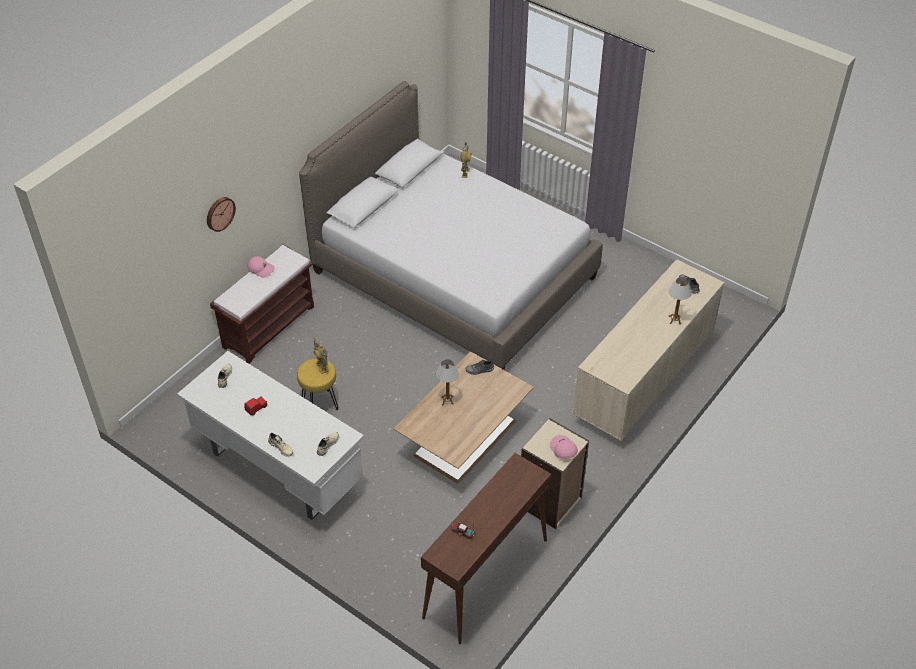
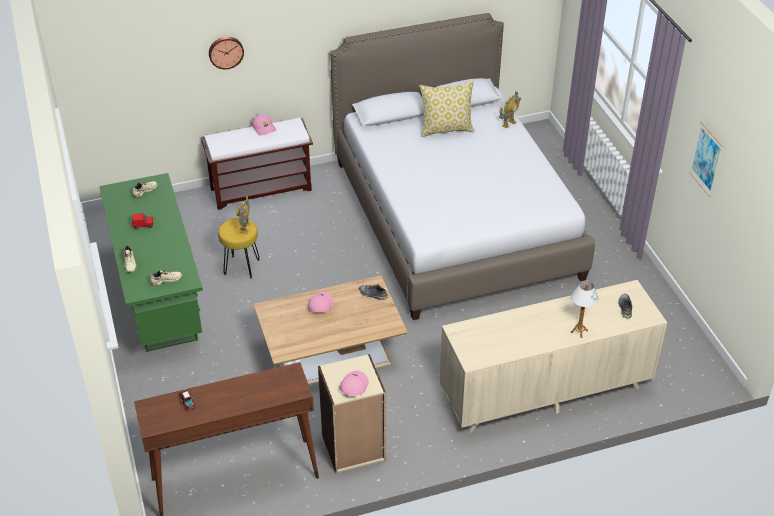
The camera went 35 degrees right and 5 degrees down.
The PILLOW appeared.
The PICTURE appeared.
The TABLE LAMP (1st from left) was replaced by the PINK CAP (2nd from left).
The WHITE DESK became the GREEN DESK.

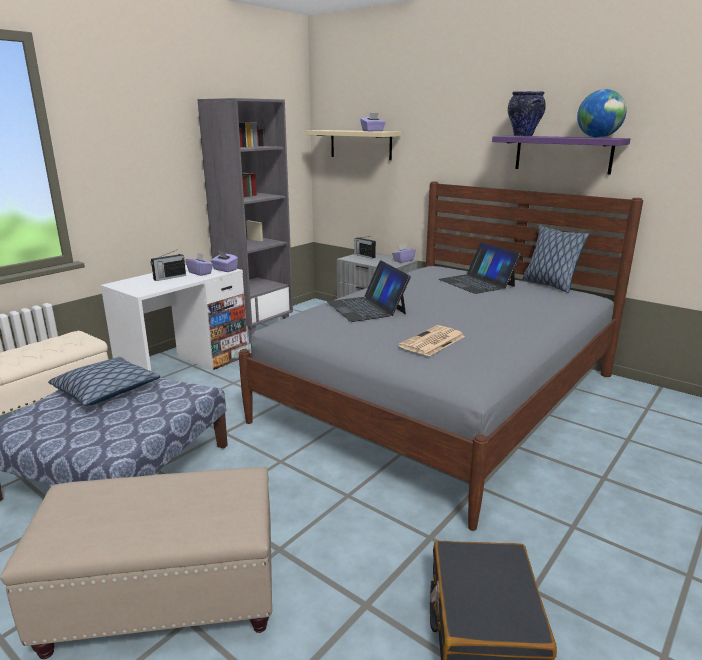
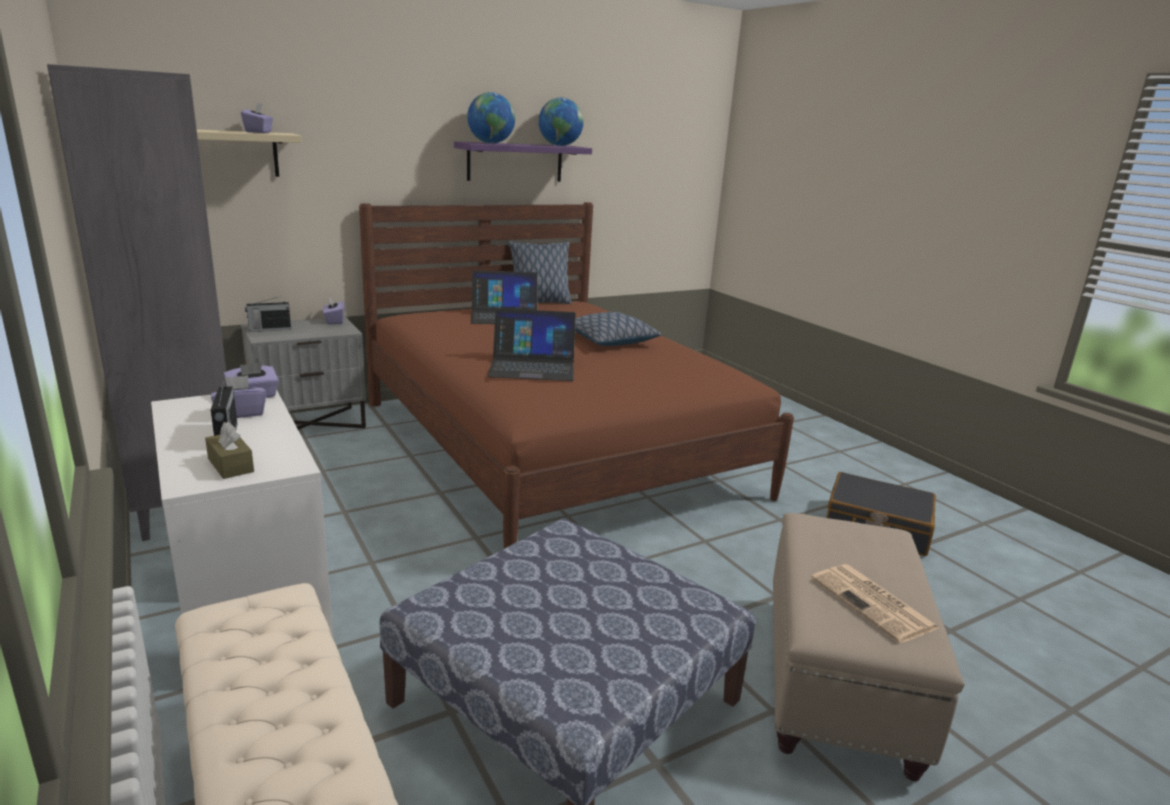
The camera went 70 degrees left and 0 degrees up.
The BROWN TISSUE BOX appeared.
The PILLOW (1st from left in the first image) moved.
The NEWSPAPER moved.
The VASE was replaced by the GLOBE (1st from left).
The GREY BED became the BROWN BED.

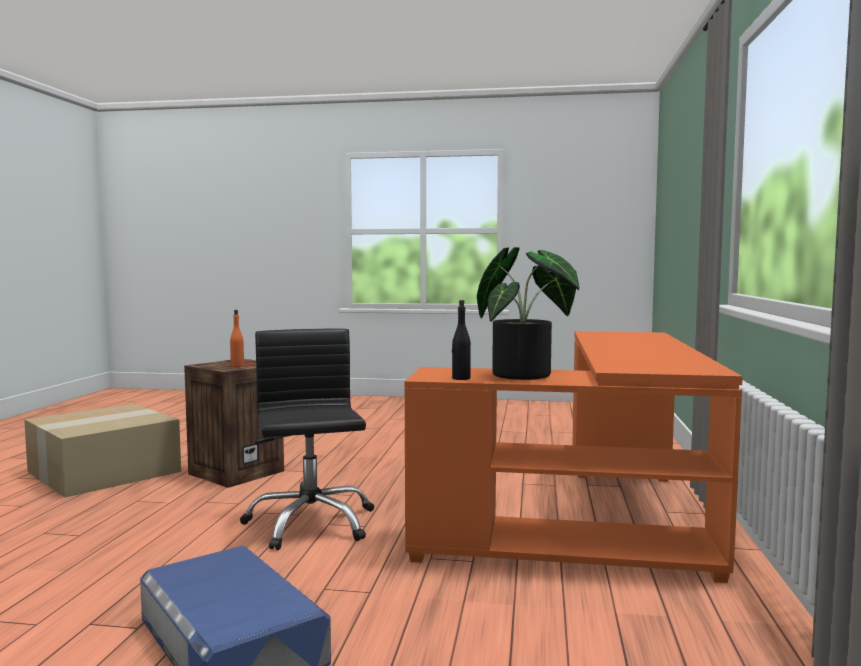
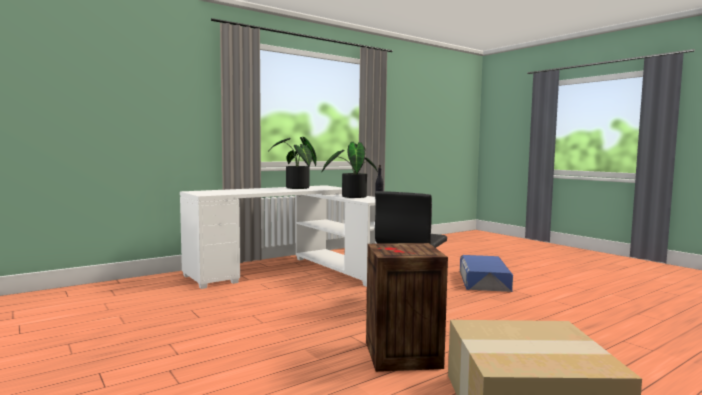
The camera went 135 degrees left and 0 degrees up.
The ORANGE BOTTLE disappeared.
The POTTED PLANT (1st from left) appeared.
The ORANGE DESK became the WHITE DESK.

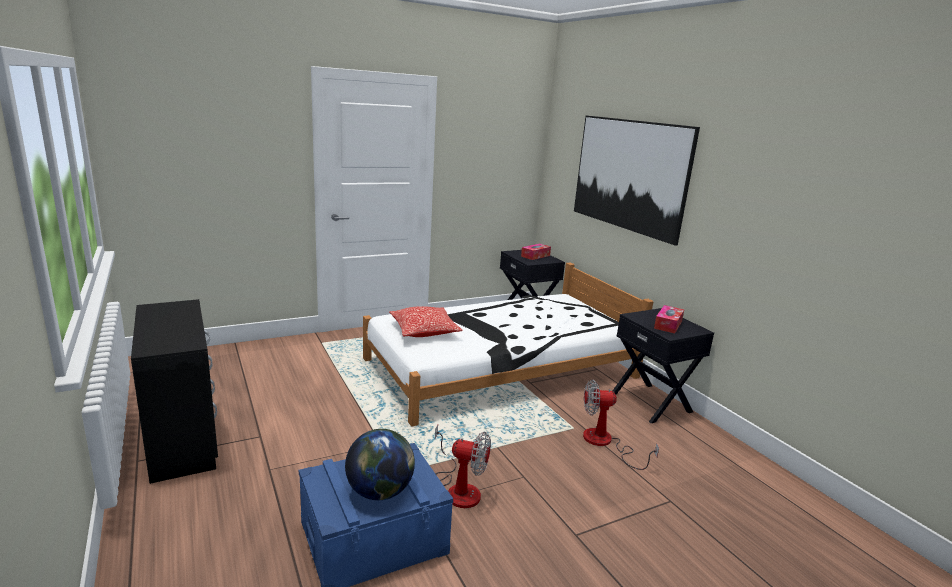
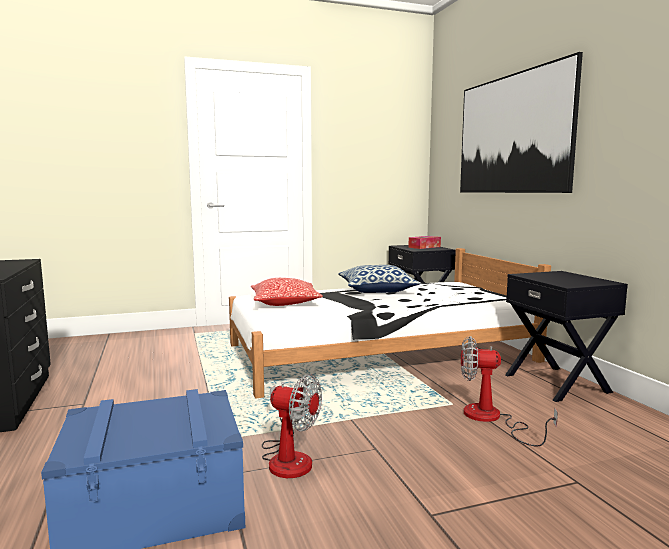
The camera went 10 degrees right and 10 degrees down.
The GLOBE disappeared.
The TISSUE BOX (2nd from left) disappeared.
The PILLOW (2nd from left) appeared.

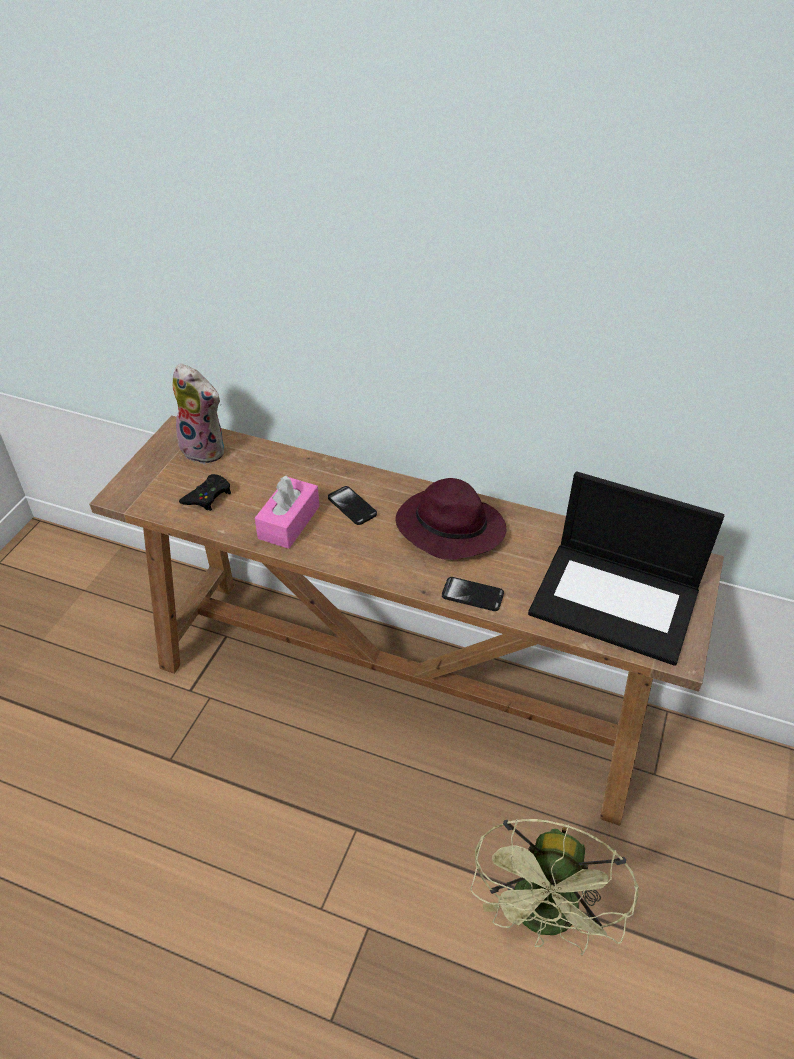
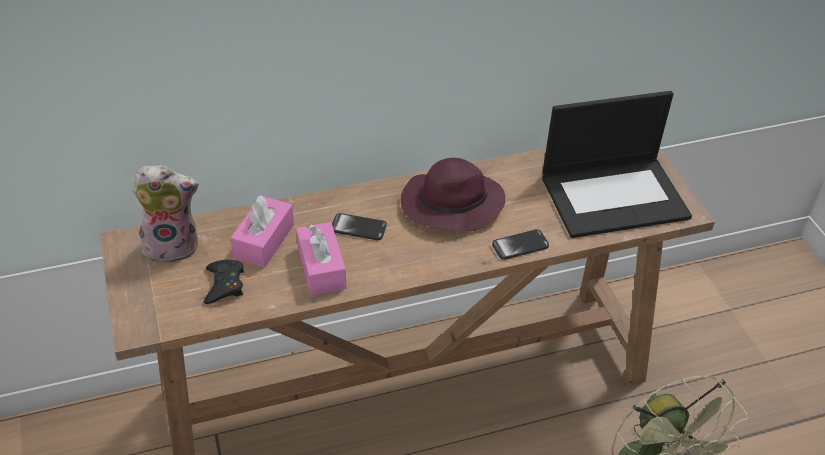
The camera went 40 degrees left and 0 degrees up.
The PINK TISSUE BOX (1st from left) appeared.

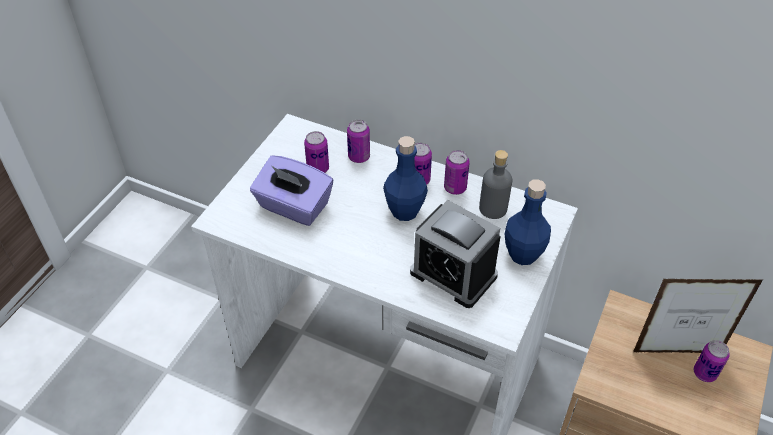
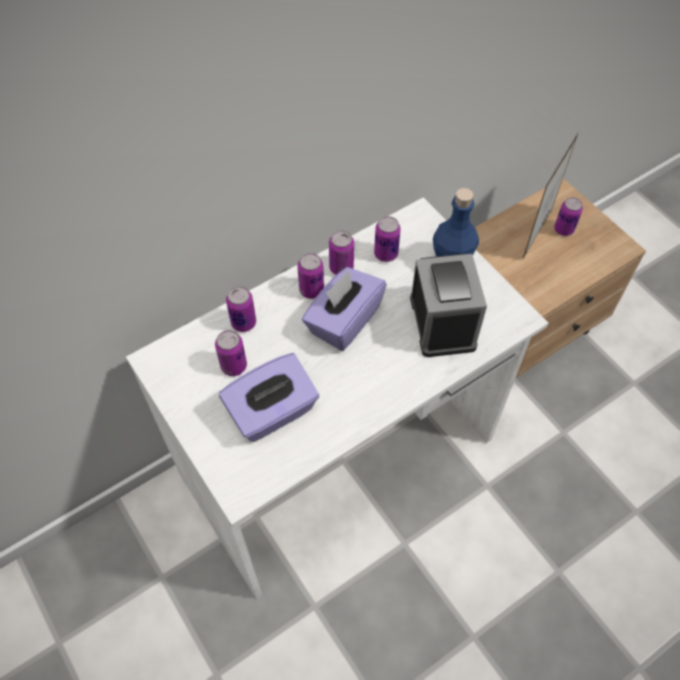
The camera went 60 degrees left and 10 degrees up.
The BLUE BOTTLE (1st from left) was replaced by the PURPLE TISSUE BOX (2nd from left).
The GREY BOTTLE was replaced by the CAN (5th from left).
The ALARM CLOCK turned 75 degrees counterclockwise.

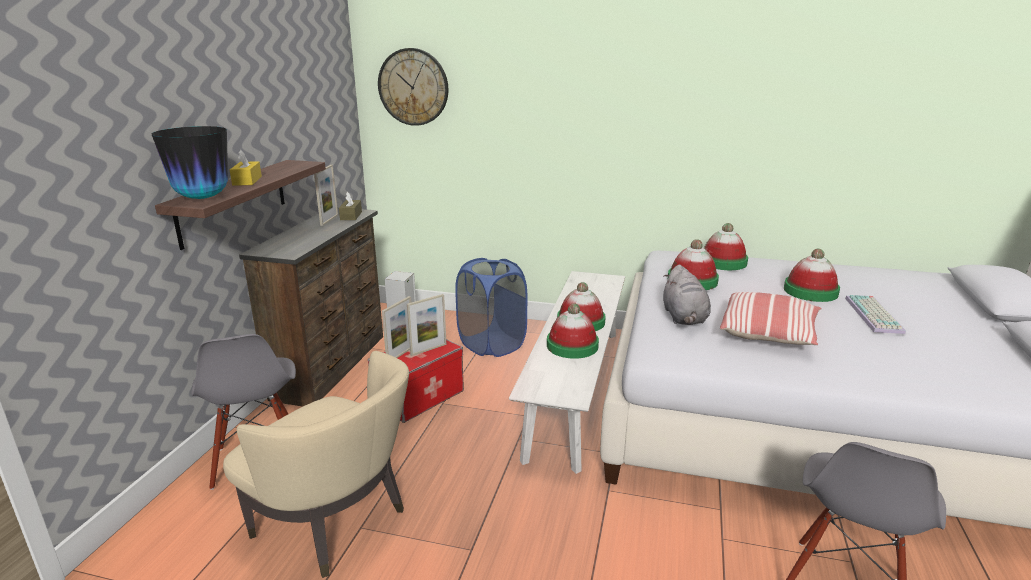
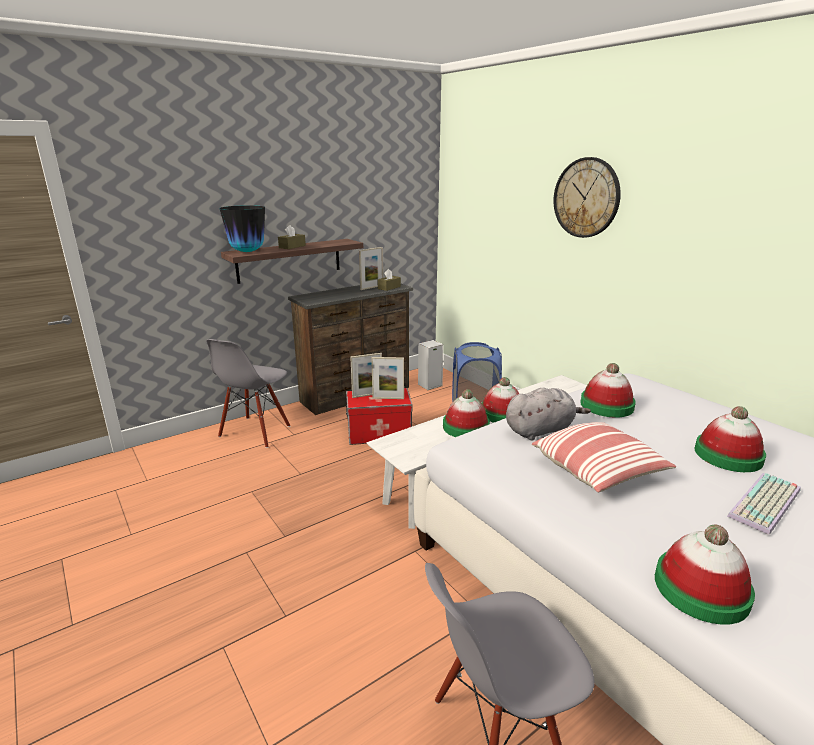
The camera went 40 degrees right and 0 degrees up.
The BEIGE ARMCHAIR disappeared.
The WALL CLOCK moved.
The HAT (4th from left) moved.
The YELLOW TISSUE BOX became the BROWN TISSUE BOX (1st from left).
The GREY PLUSH TOY turned 150 degrees counterclockwise.

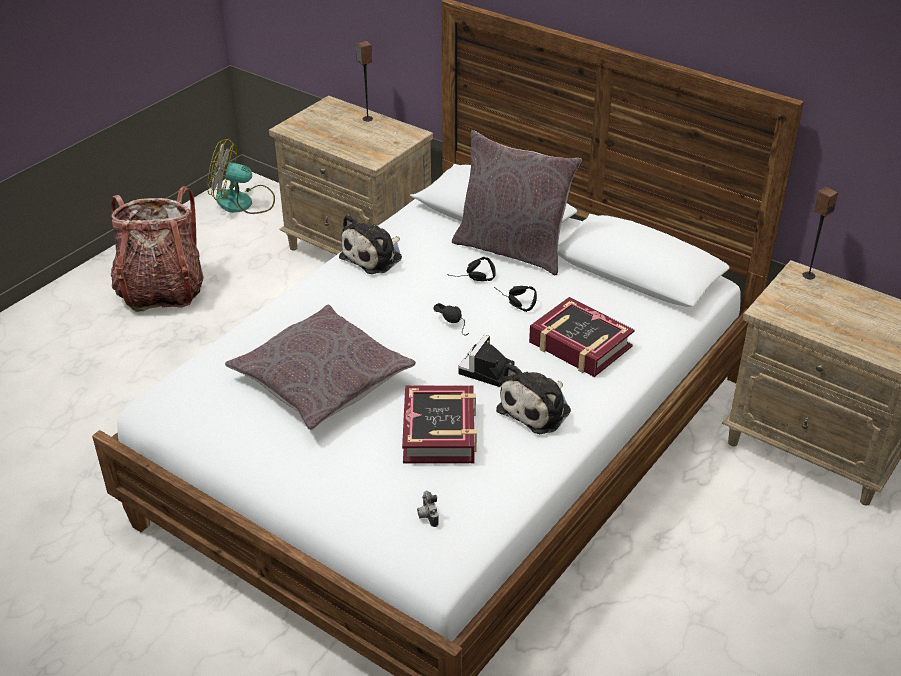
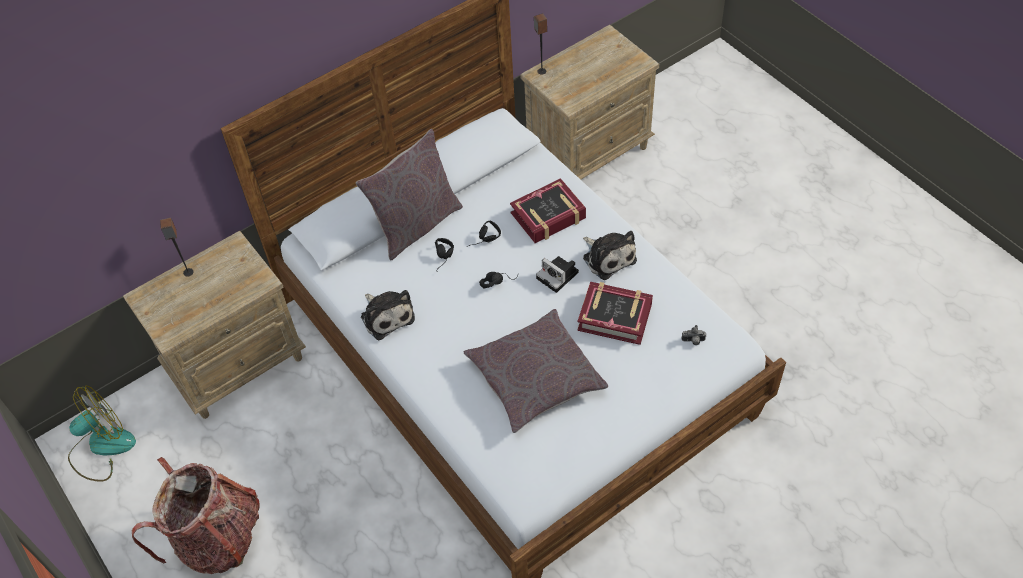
The camera went 70 degrees left and 15 degrees up.
The FAN turned 150 degrees counterclockwise.

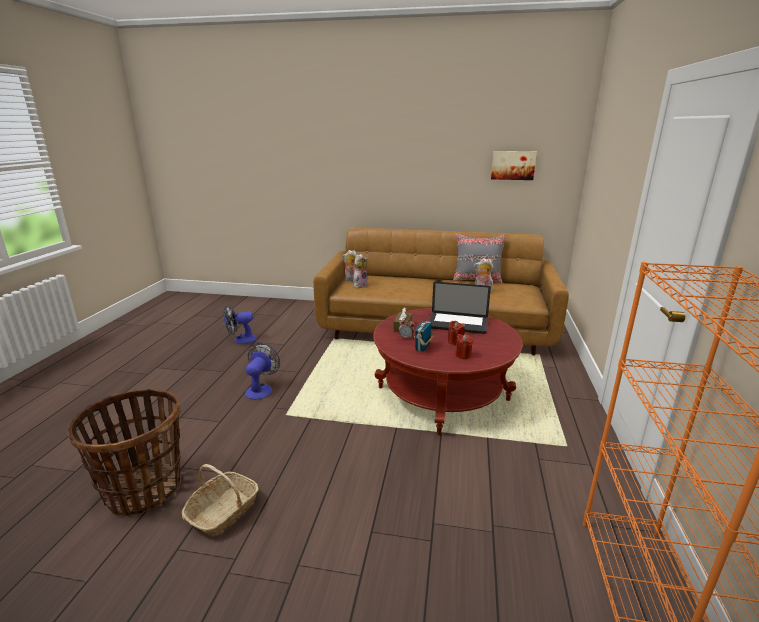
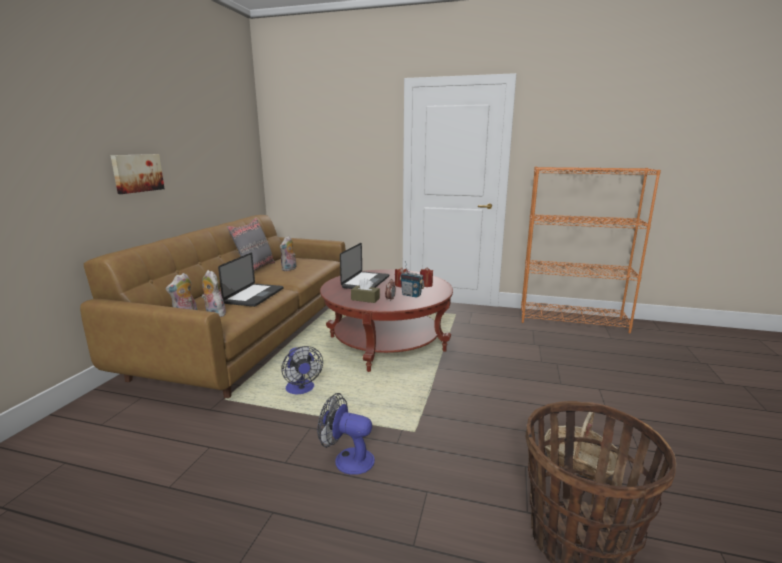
The camera went 85 degrees left and 5 degrees down.
The LAPTOP (1st from left) appeared.
The FAN (1st from left) moved.
The PICTURE moved.

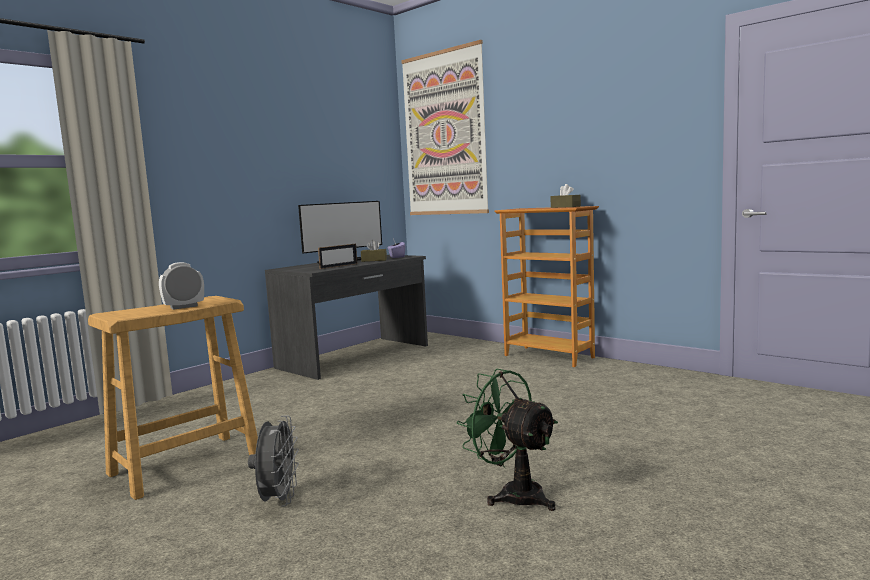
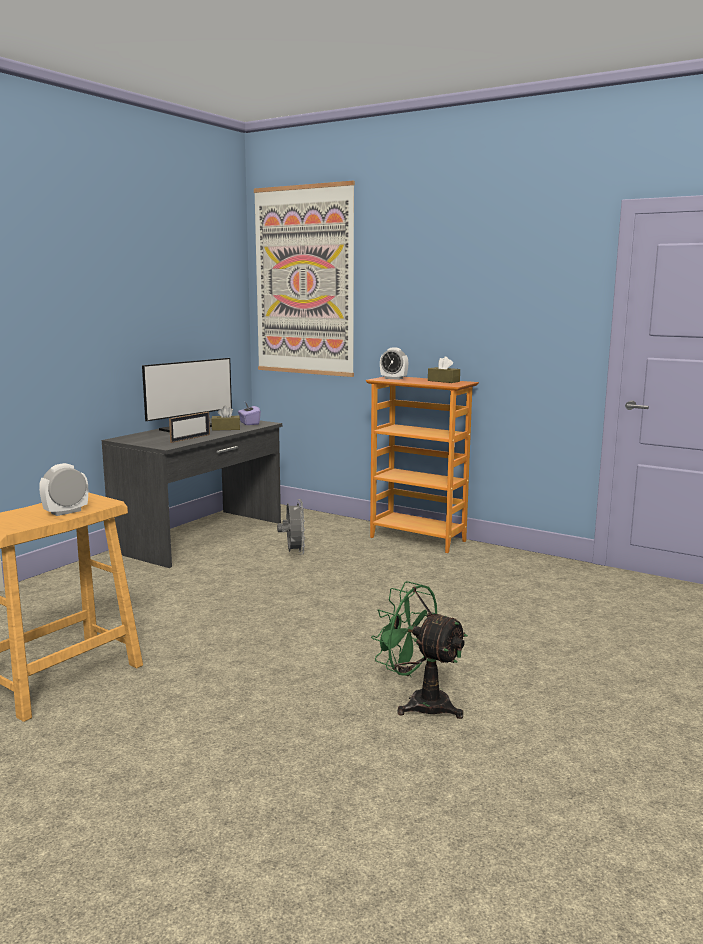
The camera went 10 degrees left and 5 degrees up.
The ALARM CLOCK (2nd from left) appeared.
The GREY FAN moved.

